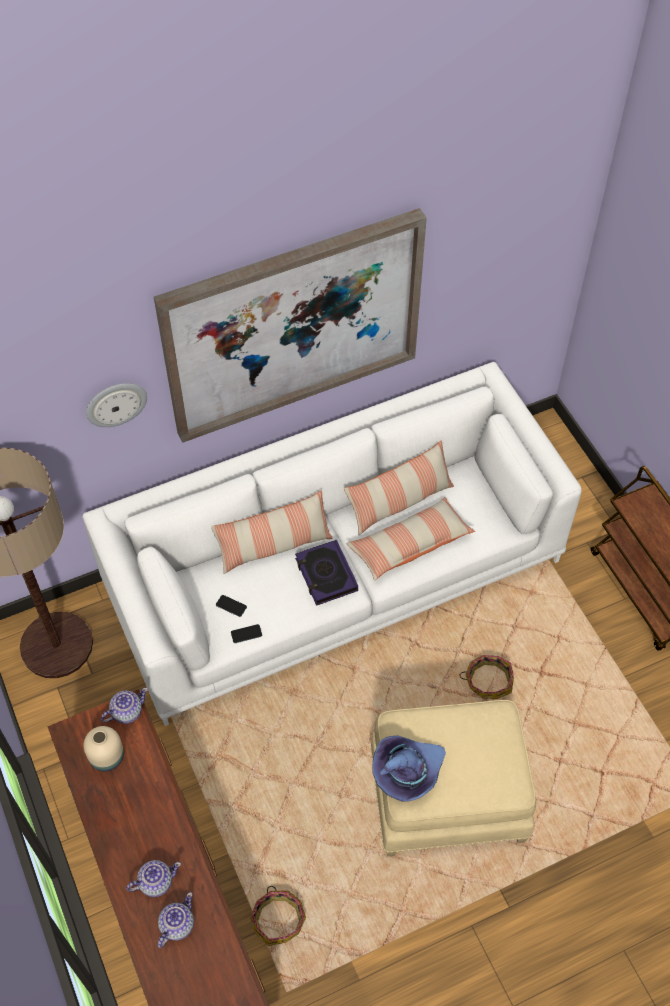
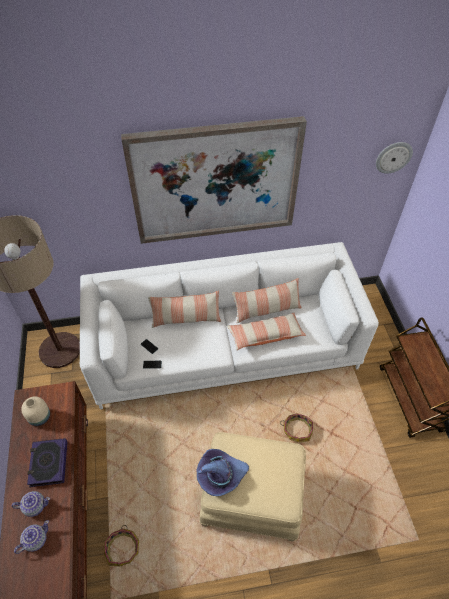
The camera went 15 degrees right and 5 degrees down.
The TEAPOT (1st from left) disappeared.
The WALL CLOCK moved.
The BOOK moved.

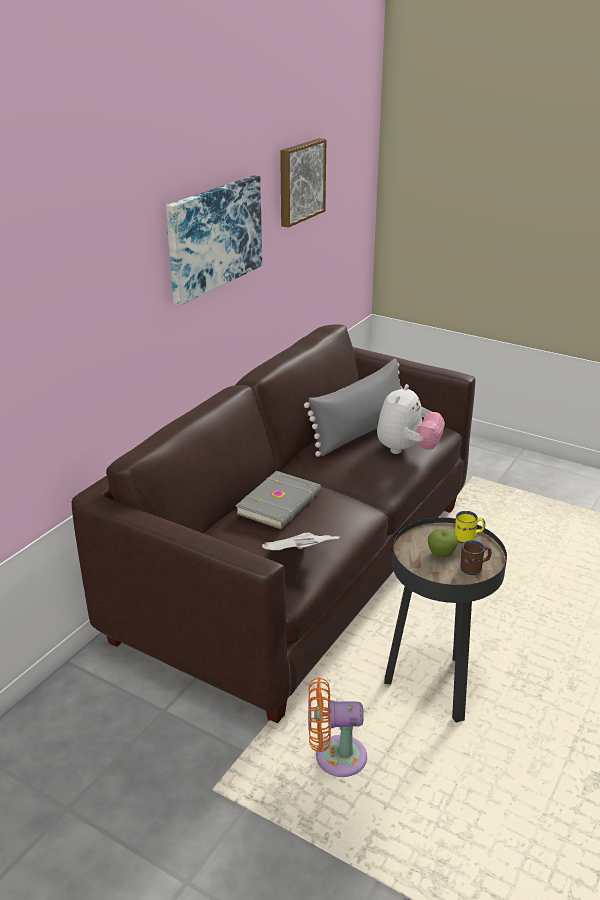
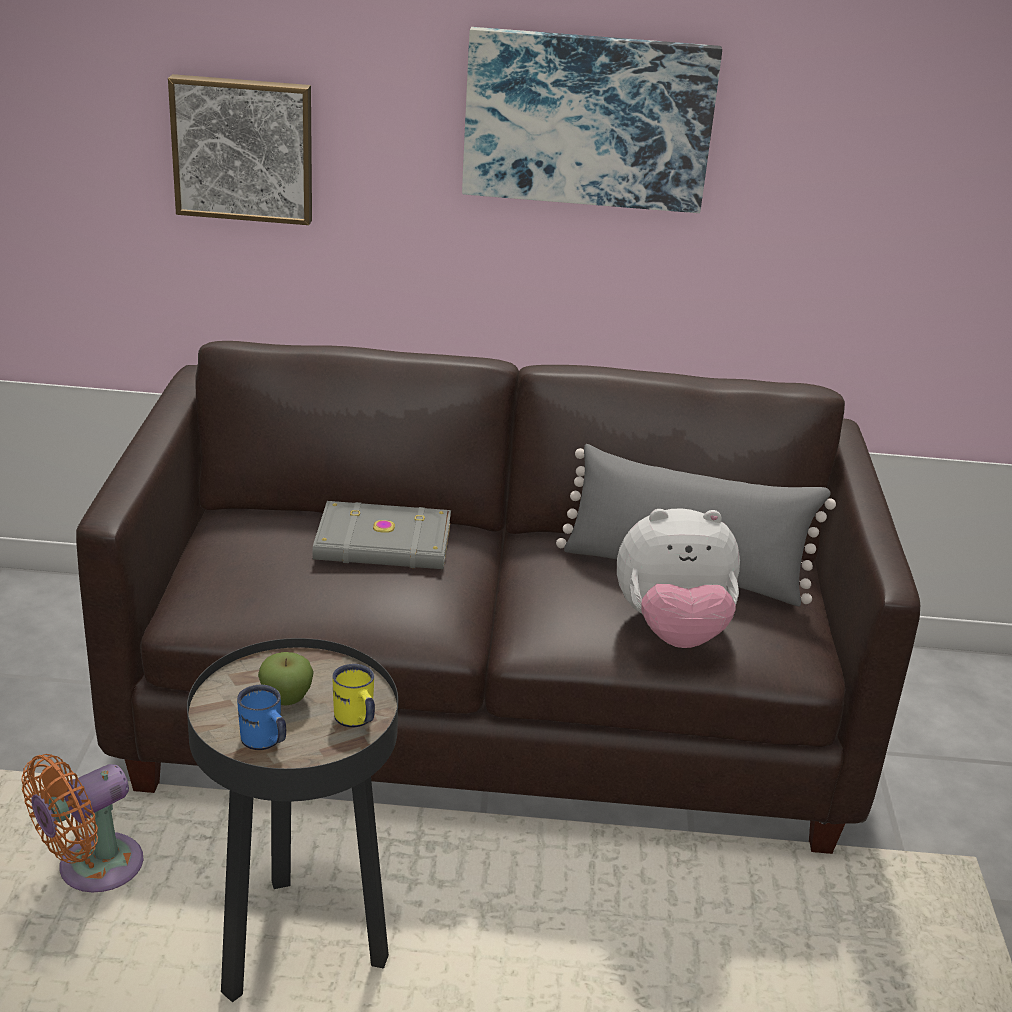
The camera went 60 degrees right and 0 degrees up.
The NEWSPAPER disappeared.
The PICTURE (2nd from left in the first image) moved.
The BROWN MUG became the BLUE MUG.
The ORANGE FAN turned 105 degrees counterclockwise.

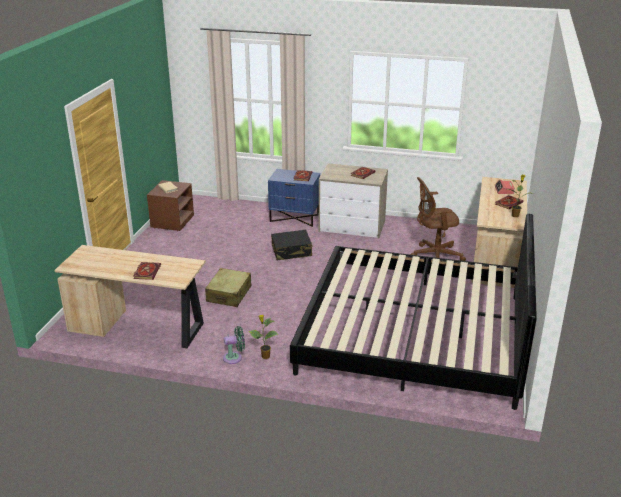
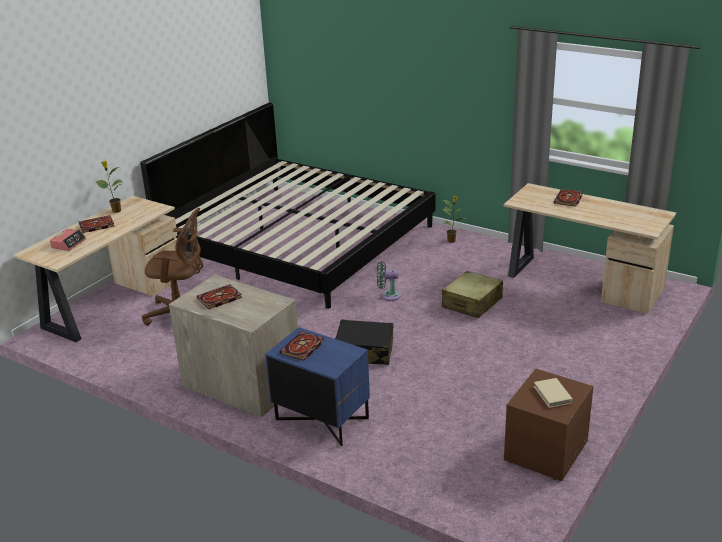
The camera went 160 degrees left and 0 degrees up.
The GREEN FAN moved.

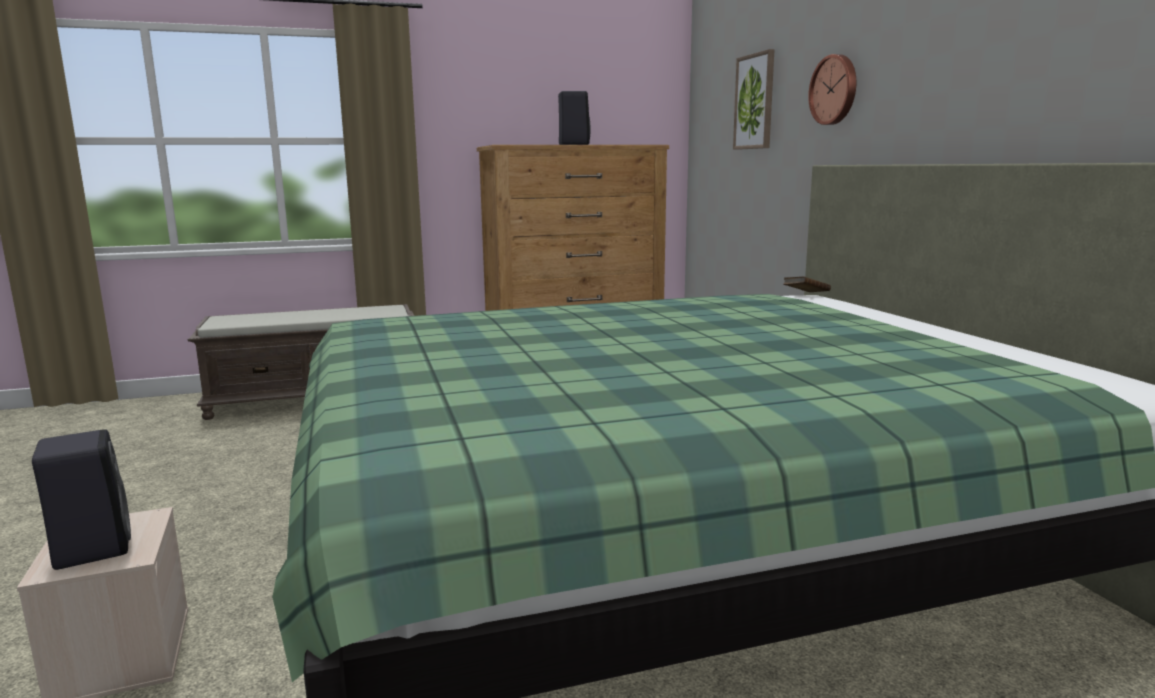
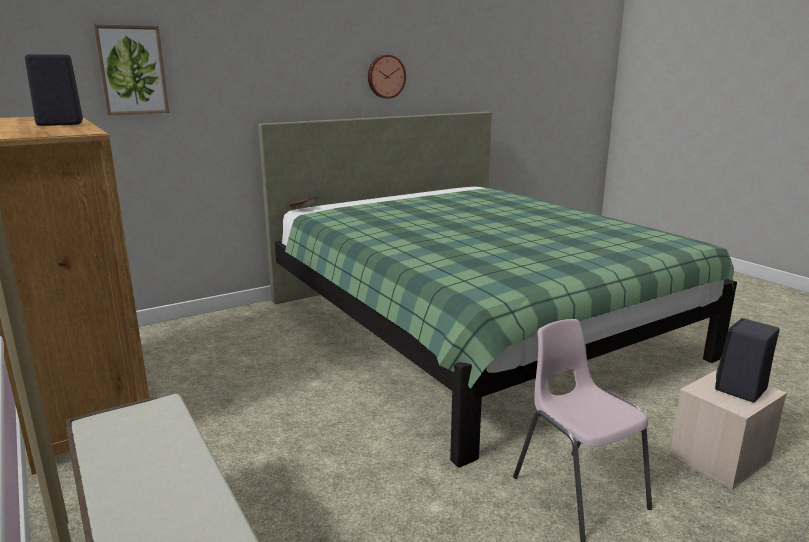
The camera went 105 degrees left and 5 degrees up.
The PINK CHAIR appeared.
The WALL CLOCK moved.

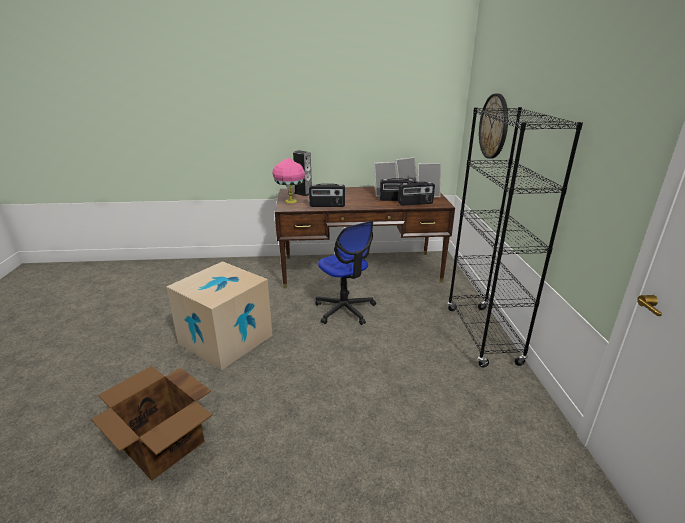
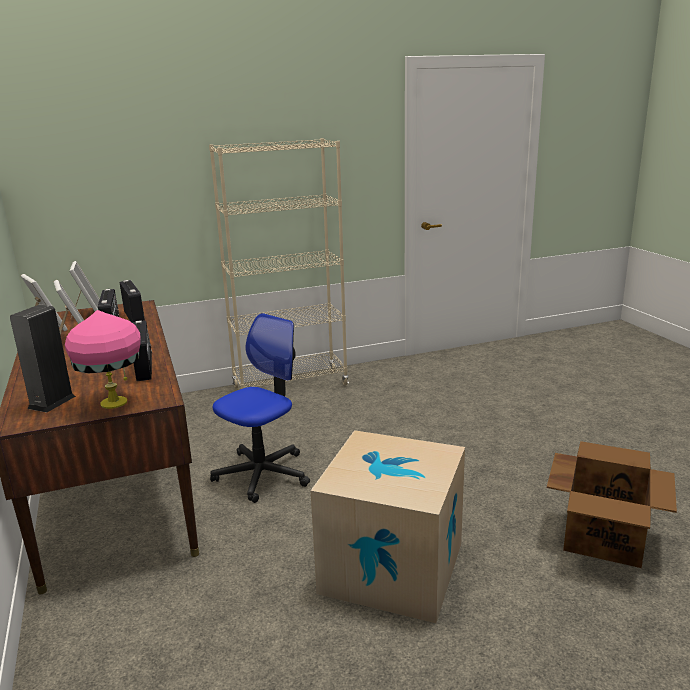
The camera went 105 degrees left and 5 degrees down.
The WALL CLOCK disappeared.
The BLACK BOOKCASE became the BEIGE BOOKCASE.

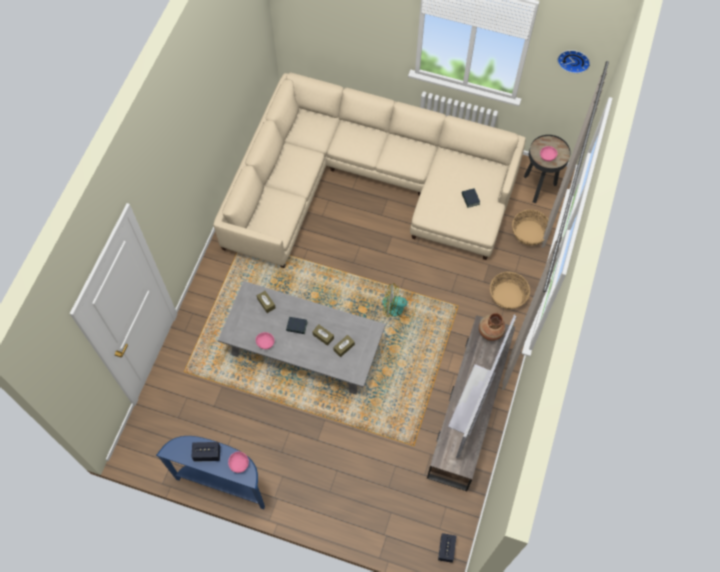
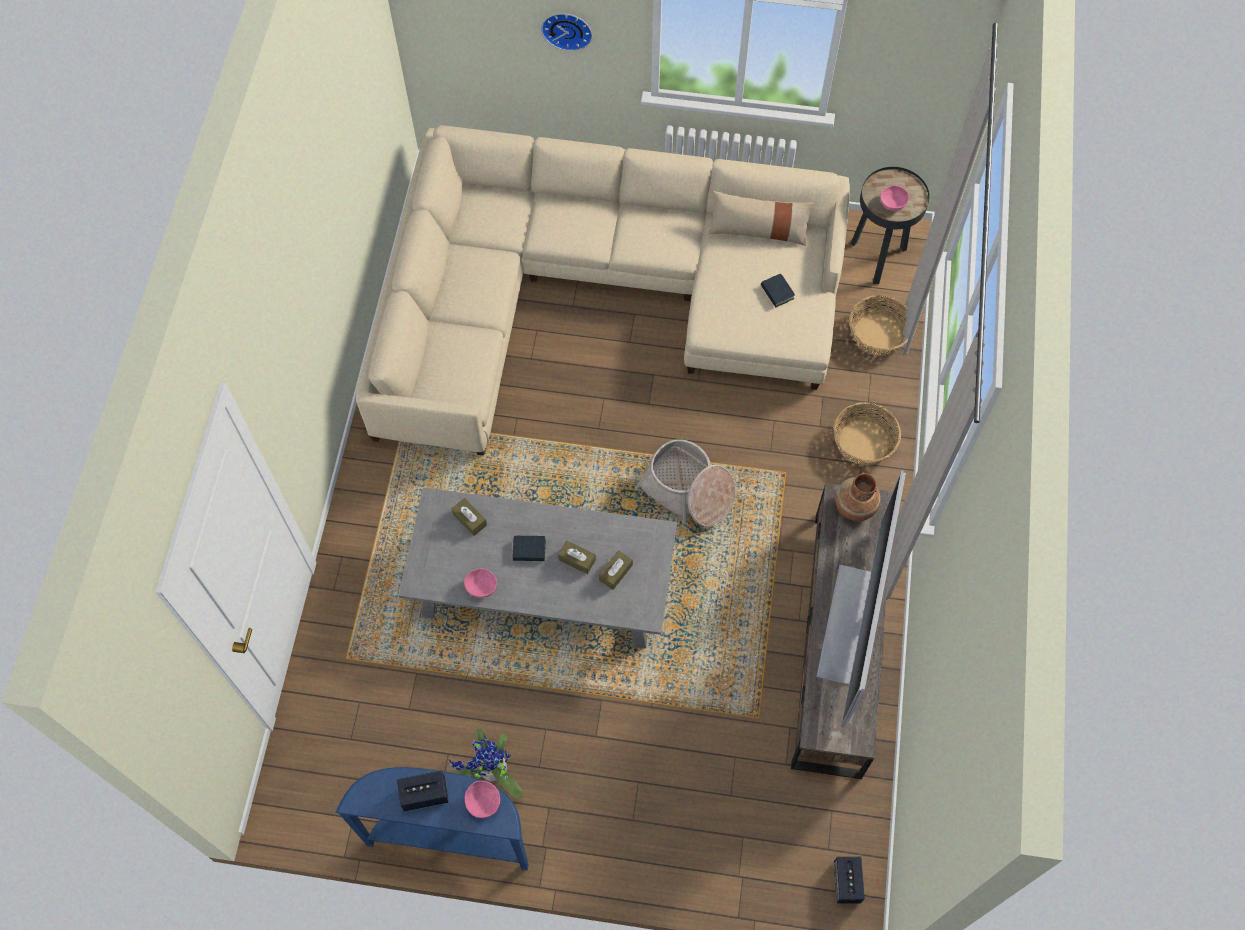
The camera went 10 degrees left and 0 degrees up.
The POTTED PLANT appeared.
The BEIGE PILLOW appeared.
The WALL CLOCK moved.
The FAN was replaced by the BASKET (1st from left).

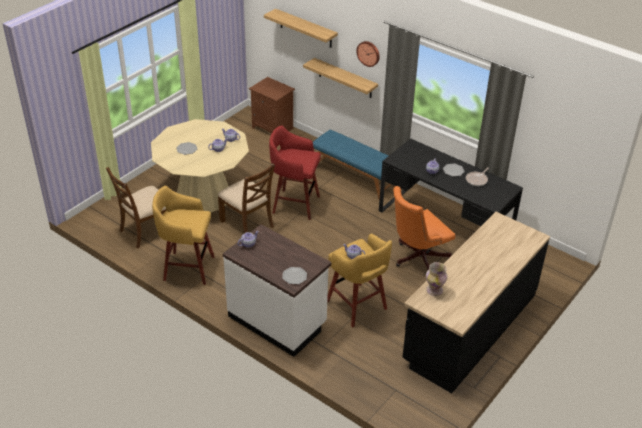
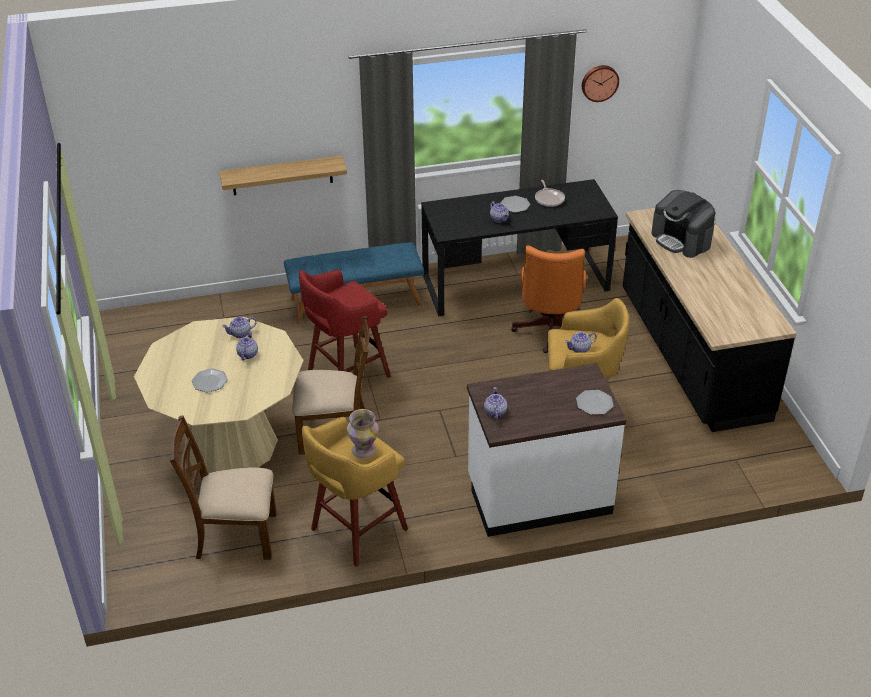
The camera went 50 degrees left and 0 degrees up.
The BROWN NIGHTSTAND disappeared.
The SHELF (1st from left) disappeared.
The COFFEE MACHINE appeared.
The WALL CLOCK moved.
The VASE moved.
The BROWN CHAIR (1st from left) turned 90 degrees clockwise.

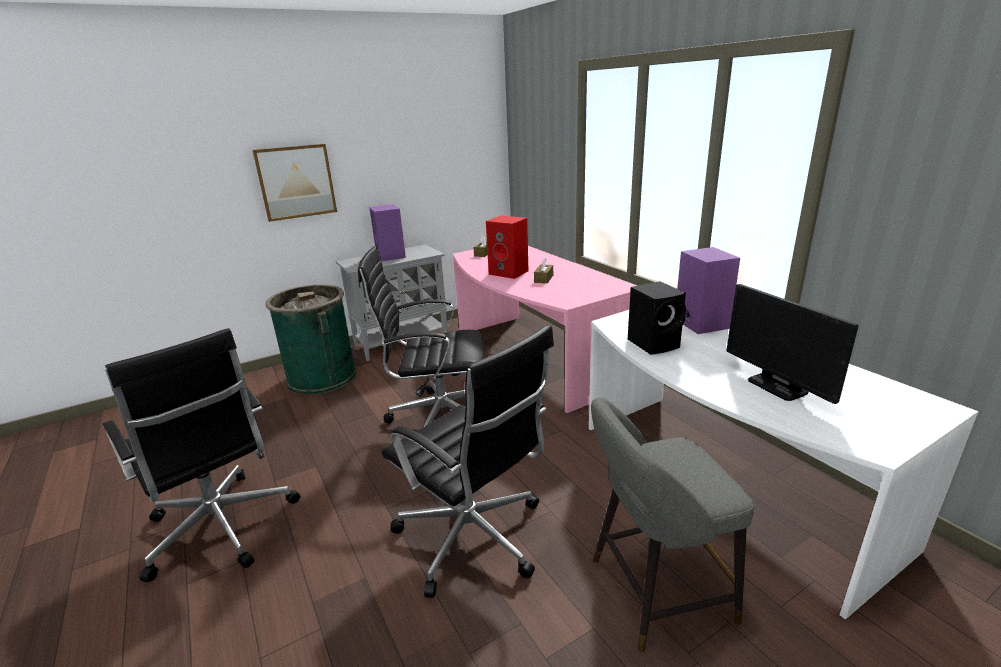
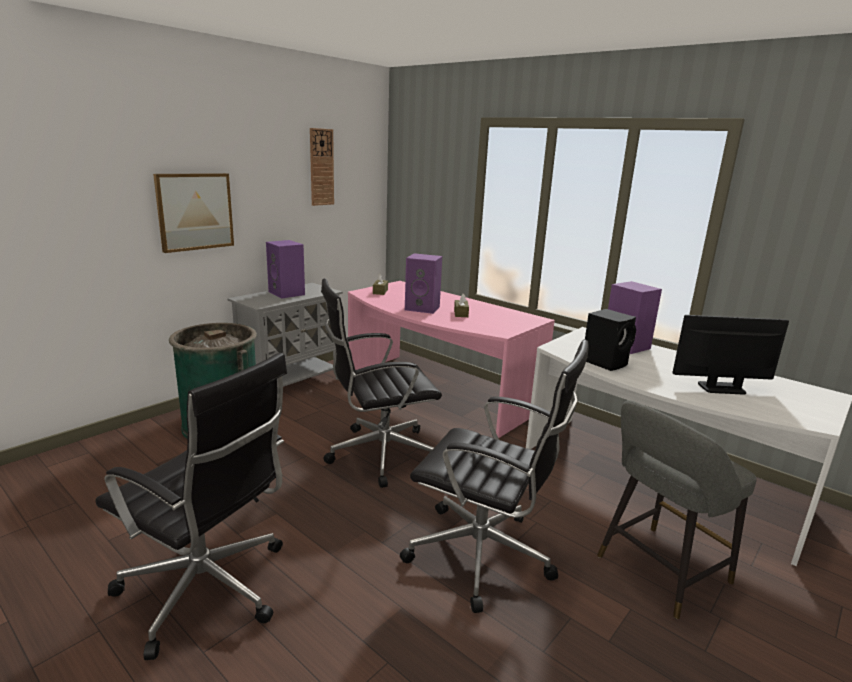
The camera went 20 degrees left and 5 degrees down.
The WALL CLOCK appeared.
The RED SPEAKER became the PURPLE SPEAKER (2nd from left).
The MONITOR turned 135 degrees clockwise.

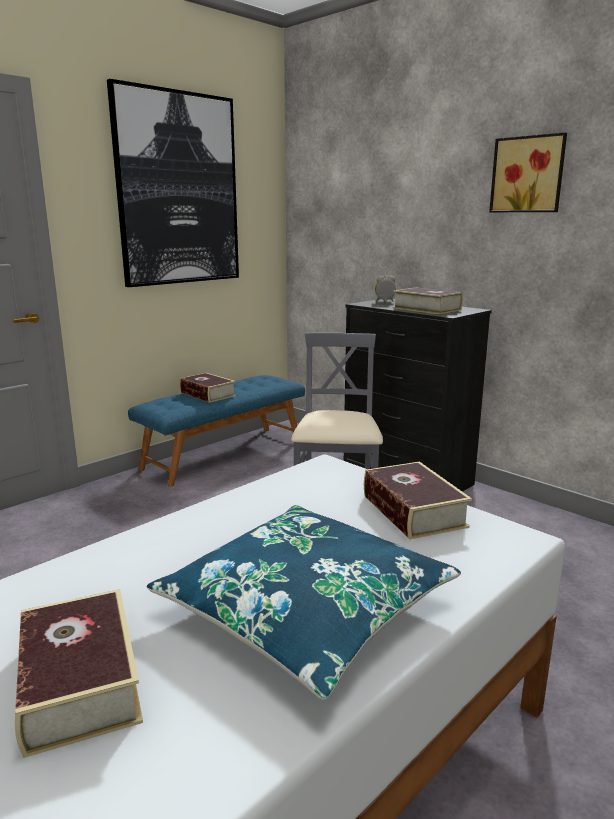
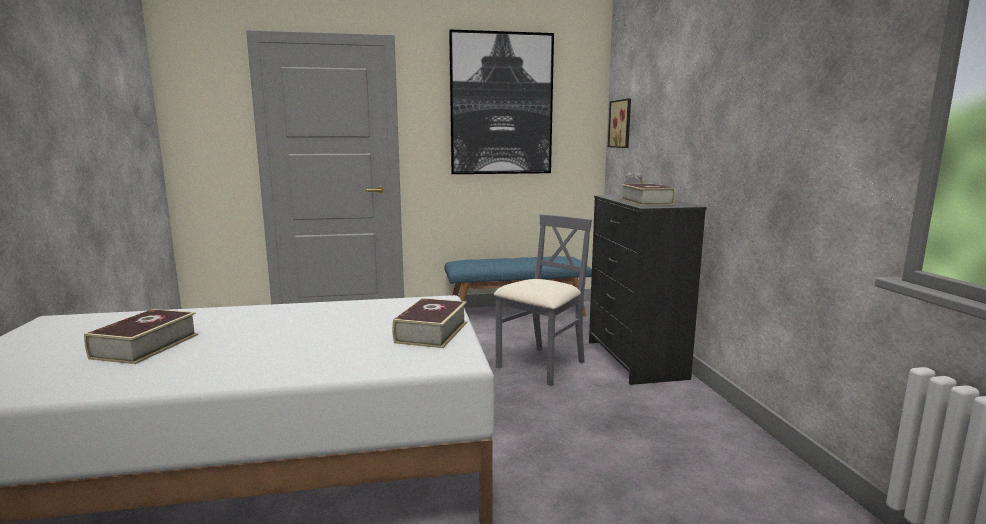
The camera went 35 degrees right and 5 degrees down.
The BLUE PILLOW disappeared.
The BOOK (2nd from left) disappeared.
The PICTURE (2nd from left) moved.

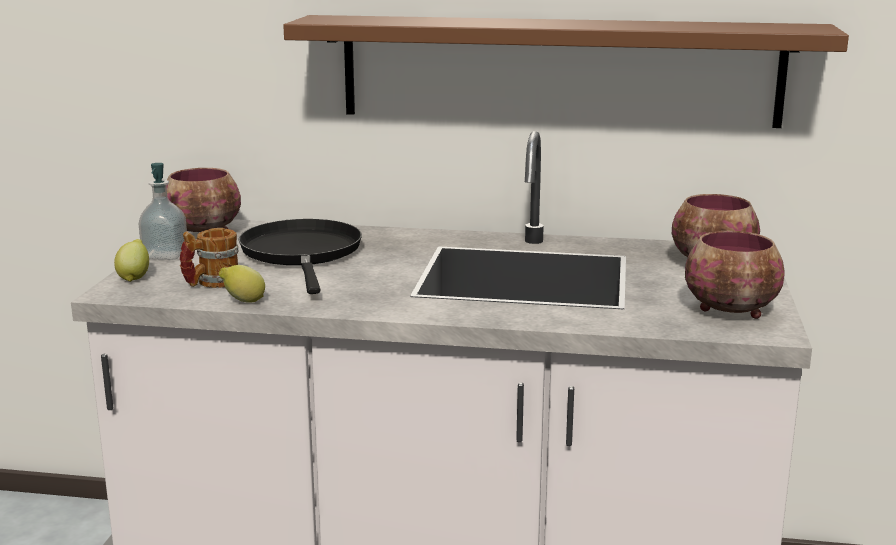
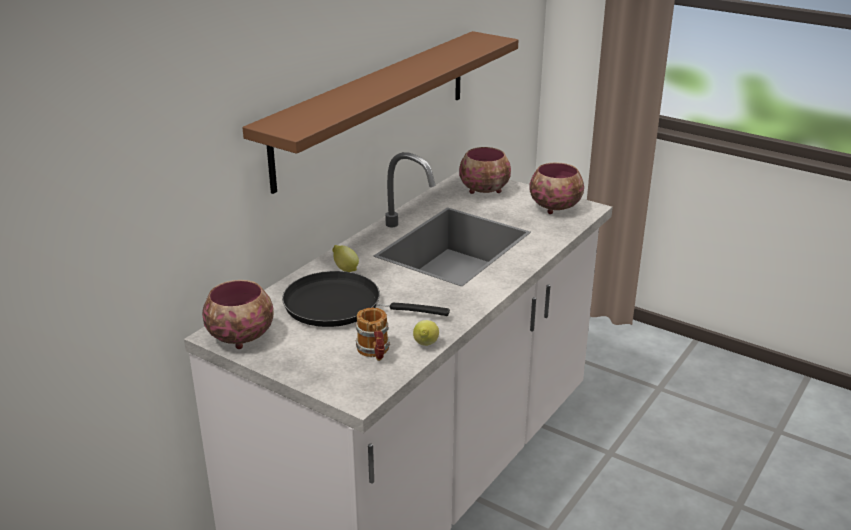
The camera went 65 degrees left and 10 degrees up.
The SOAP DISPENSER disappeared.
The LEMON (1st from left) moved.

